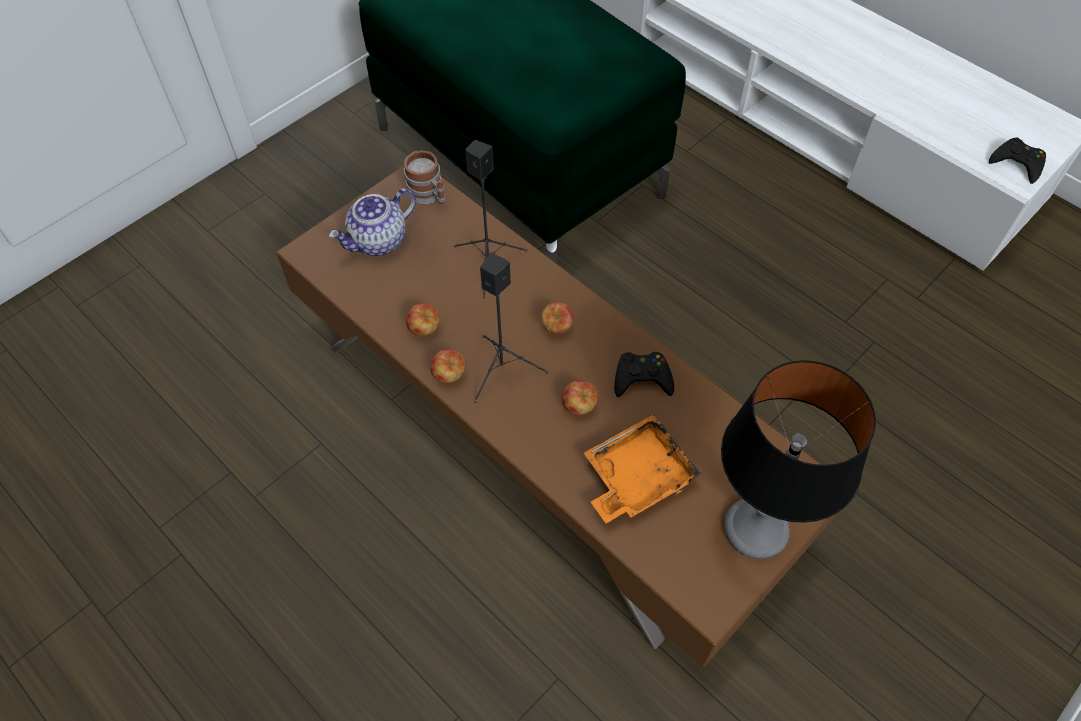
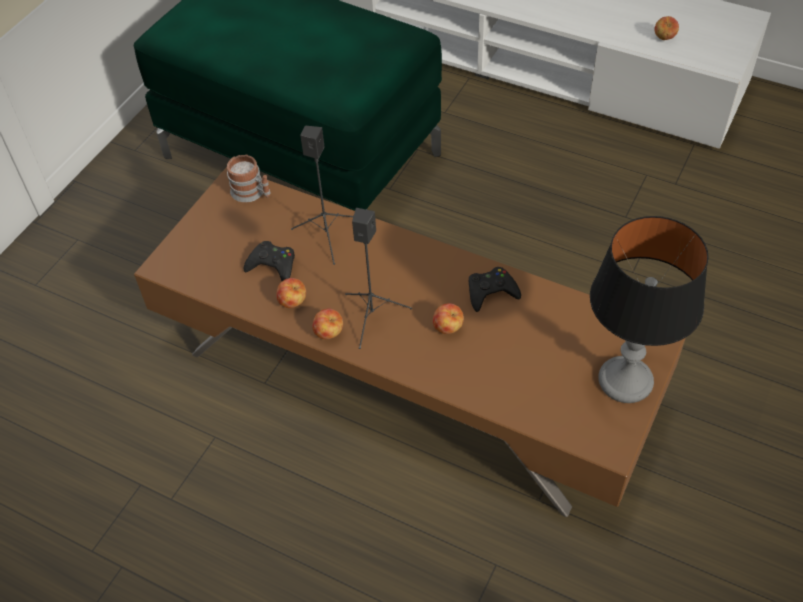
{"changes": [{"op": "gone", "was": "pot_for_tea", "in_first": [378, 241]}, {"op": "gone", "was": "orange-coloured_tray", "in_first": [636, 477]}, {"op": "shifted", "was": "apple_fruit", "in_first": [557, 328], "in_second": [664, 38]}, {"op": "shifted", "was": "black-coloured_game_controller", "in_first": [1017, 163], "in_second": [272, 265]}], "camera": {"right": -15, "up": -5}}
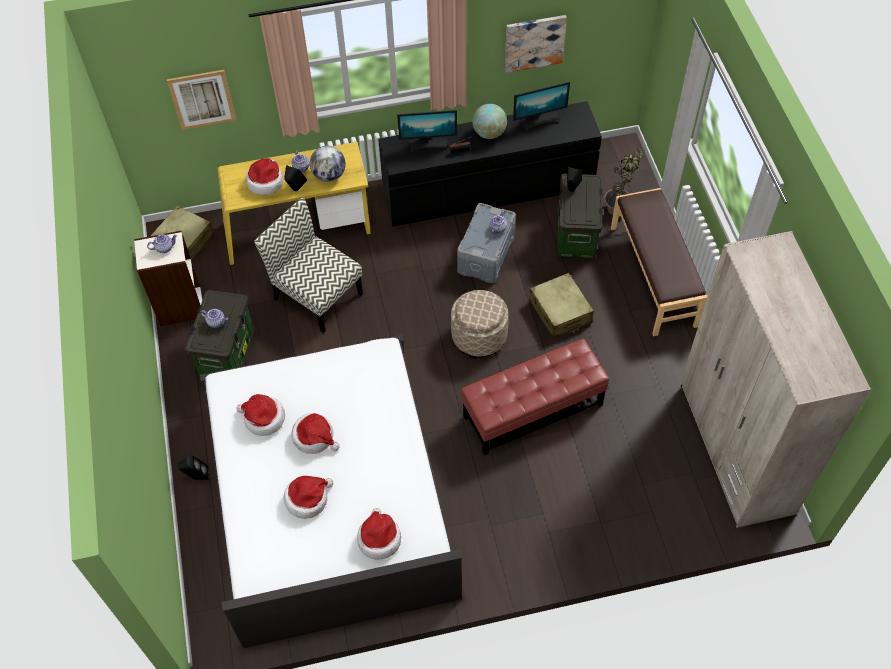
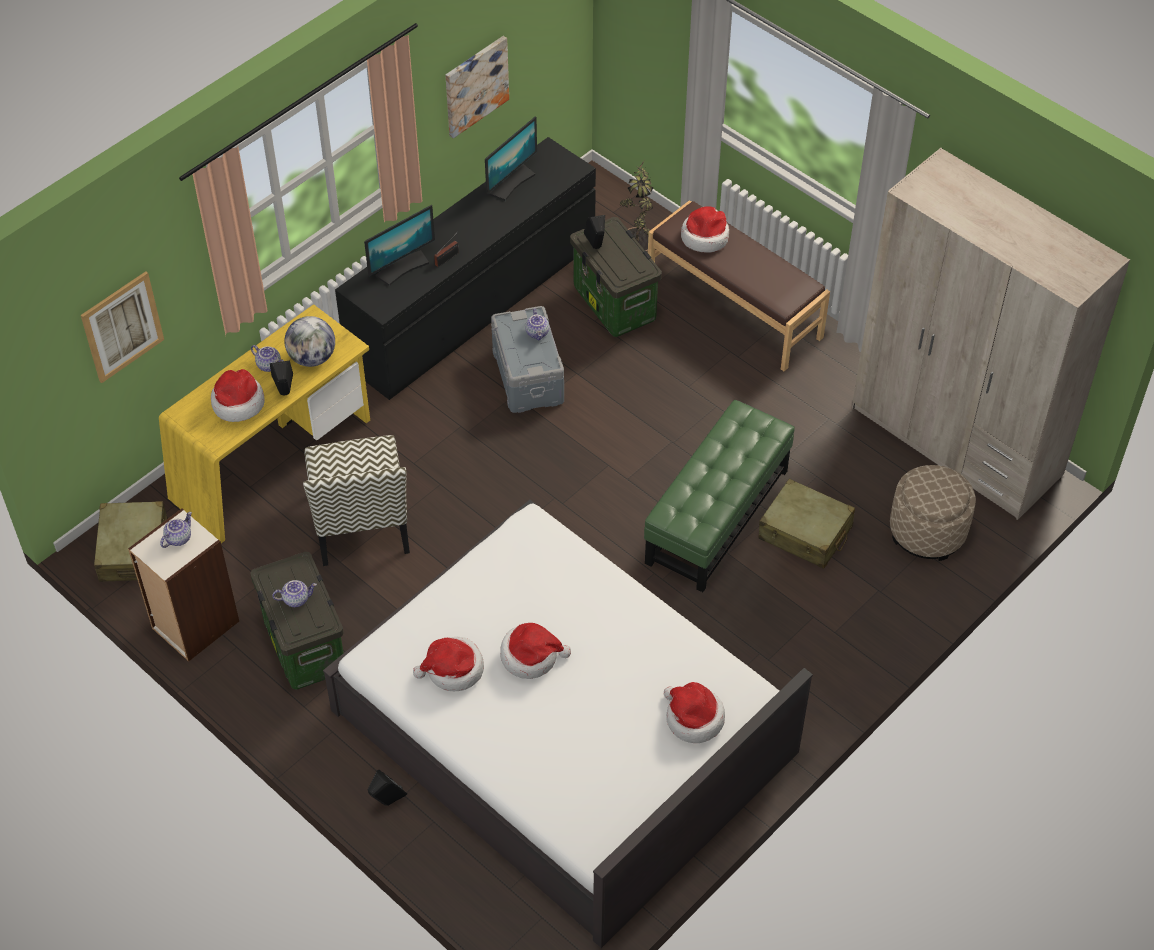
{"changes": [{"op": "gone", "was": "globe", "in_first": [489, 133]}, {"op": "shifted", "was": "wearable_hat", "in_first": [308, 499], "in_second": [705, 237]}, {"op": "shifted", "was": "beige_footrest", "in_first": [479, 336], "in_second": [927, 531]}, {"op": "shifted", "was": "beige_piece_of_luggage", "in_first": [560, 312], "in_second": [805, 533]}, {"op": "repainted", "was": "reddish_footrest", "now": "green_footrest", "in_first": [532, 410], "in_second": [716, 516]}, {"op": "rotated", "was": "plain_chair", "in_first": [316, 295], "in_second": [361, 523], "clockwise": -105}], "camera": {"right": -35, "up": -5}}
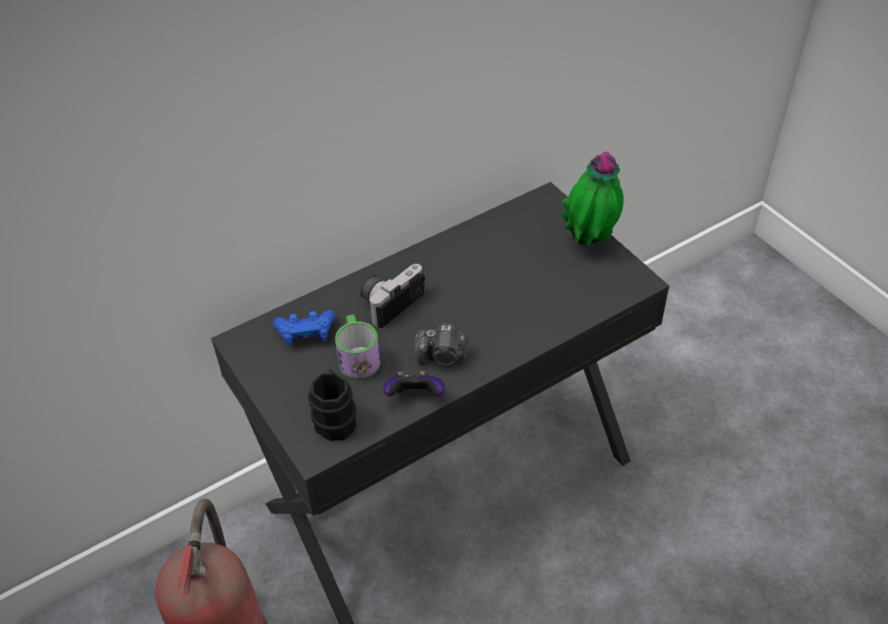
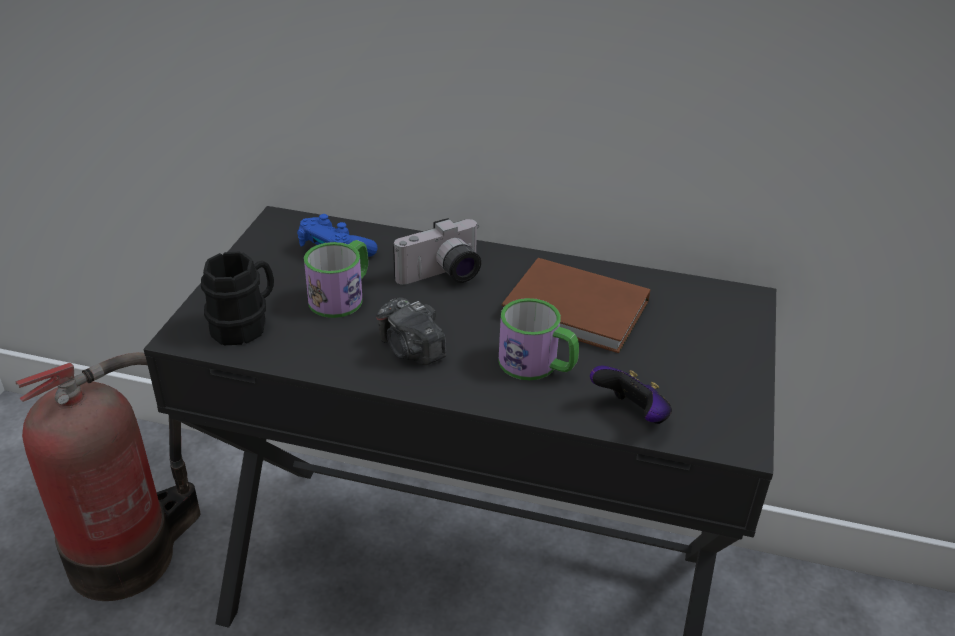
{"changes": [{"op": "gone", "was": "potted_plant", "in_first": [590, 243]}, {"op": "new", "now": "coffee_mug", "in_second": [537, 365]}, {"op": "new", "now": "brownish_book", "in_second": [578, 311]}, {"op": "shifted", "was": "game_controller", "in_first": [415, 397], "in_second": [631, 415]}, {"op": "rotated", "was": "still_camera", "in_first": [390, 302], "in_second": [442, 276], "clockwise": 150}], "camera": {"right": 45, "up": -10}}
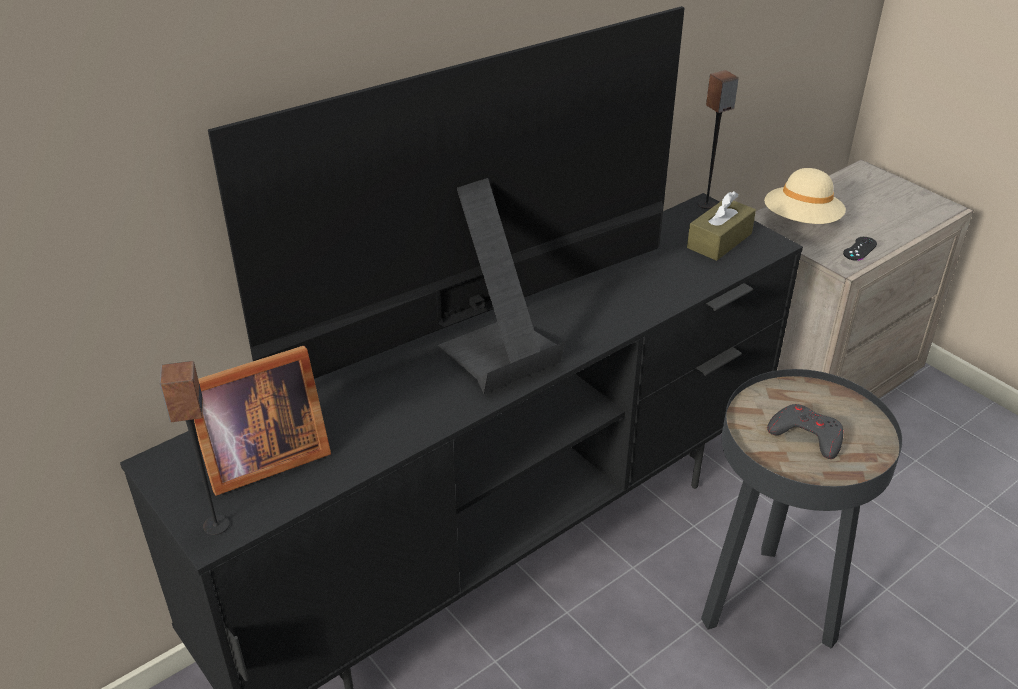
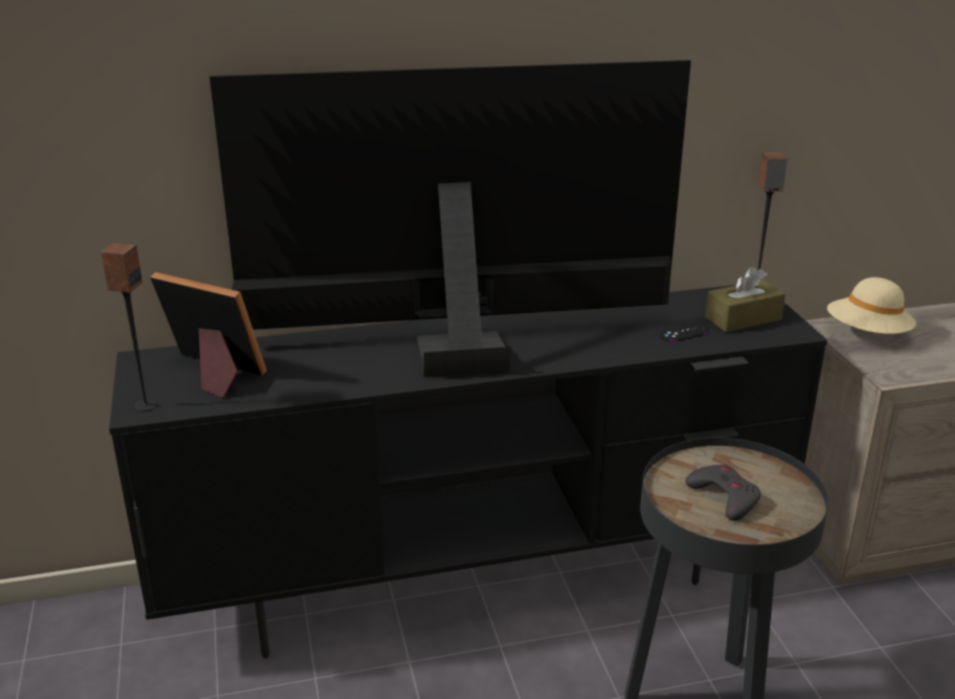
{"changes": [{"op": "shifted", "was": "black-coloured_game_controller", "in_first": [860, 249], "in_second": [683, 333]}, {"op": "rotated", "was": "picture_frame", "in_first": [259, 459], "in_second": [213, 374], "clockwise": -150}], "camera": {"right": 25, "up": -10}}
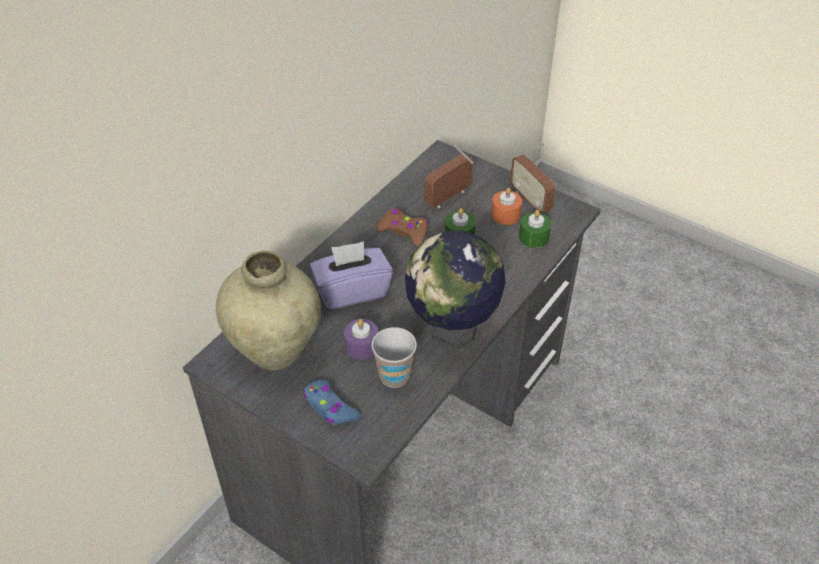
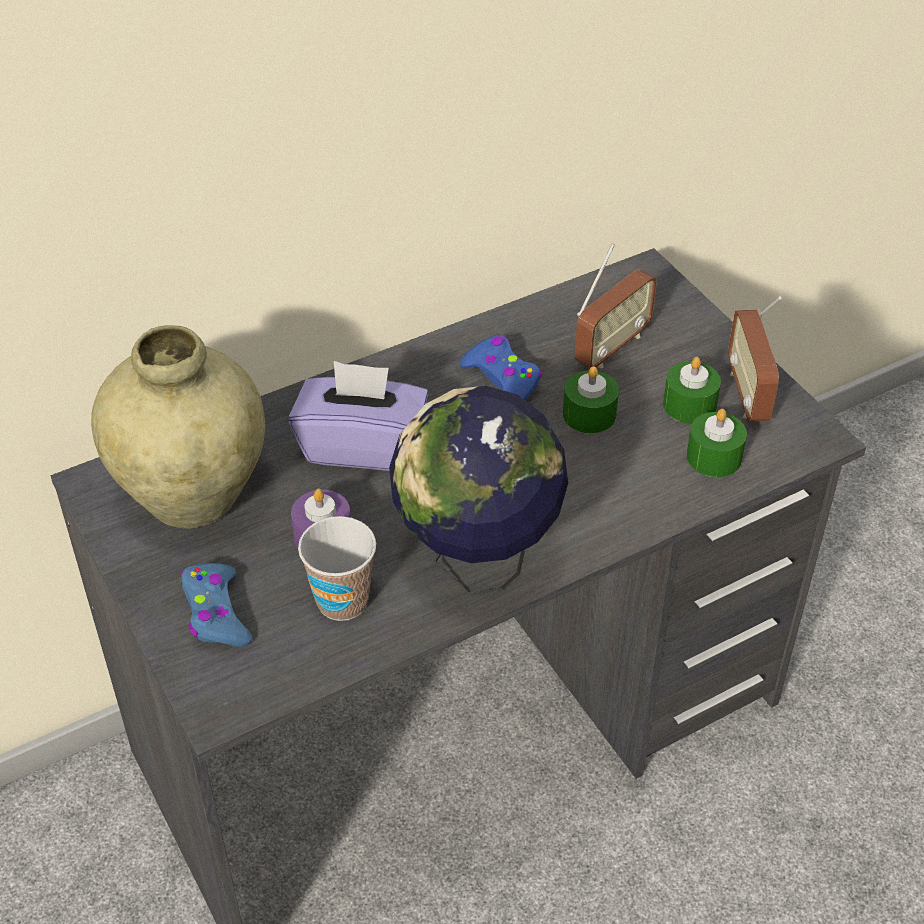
{"changes": [{"op": "repainted", "was": "brownish_game_controller", "now": "blue-coloured_game_controller", "in_first": [403, 232], "in_second": [503, 380]}, {"op": "repainted", "was": "orange-coloured_candle", "now": "green_candle", "in_first": [505, 215], "in_second": [689, 405]}, {"op": "rotated", "was": "radio_receiver", "in_first": [448, 197], "in_second": [611, 347], "clockwise": 150}], "camera": {"right": 25, "up": 0}}
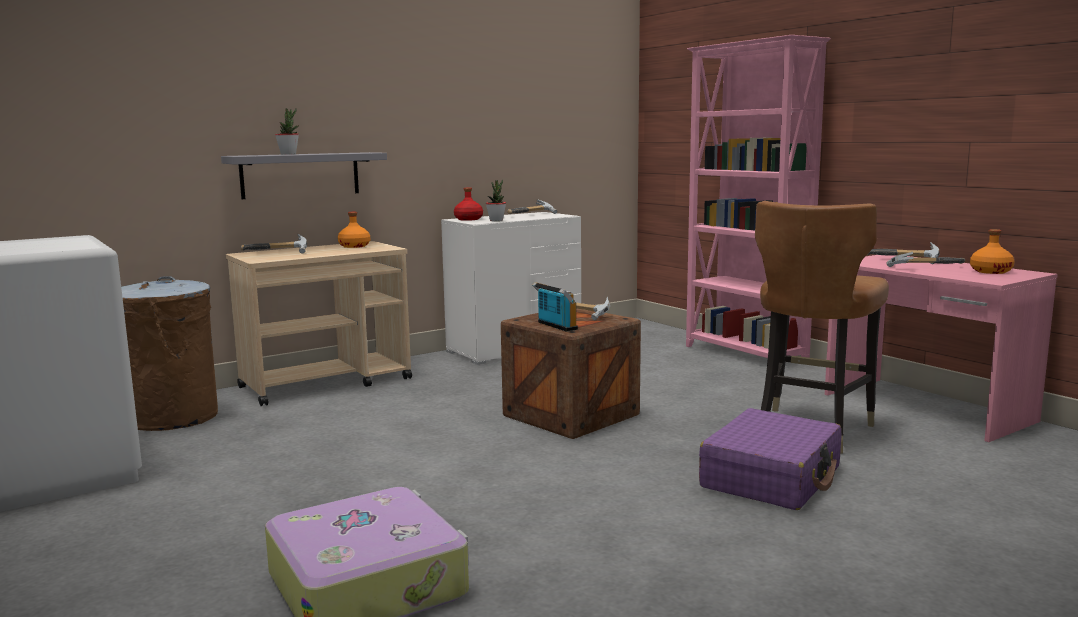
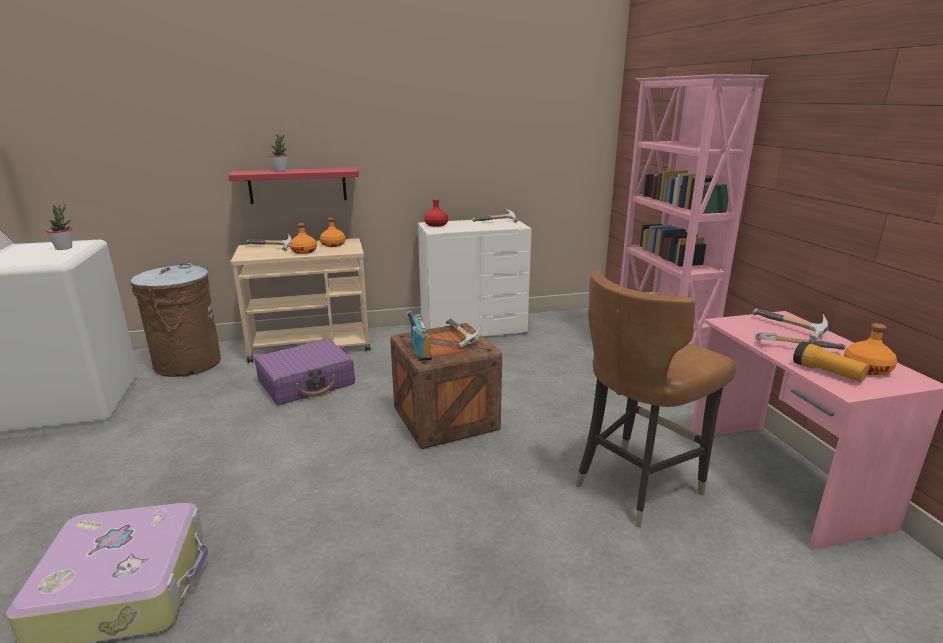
{"changes": [{"op": "new", "now": "orange-coloured_bottle", "in_second": [304, 251]}, {"op": "new", "now": "torch", "in_second": [827, 372]}, {"op": "shifted", "was": "potted_plant", "in_first": [496, 220], "in_second": [64, 248]}, {"op": "shifted", "was": "purple_piece_of_luggage", "in_first": [771, 477], "in_second": [307, 383]}, {"op": "repainted", "was": "greyish_shelf", "now": "reddish_shelf", "in_first": [300, 175], "in_second": [298, 185]}], "camera": {"right": 20, "up": 10}}
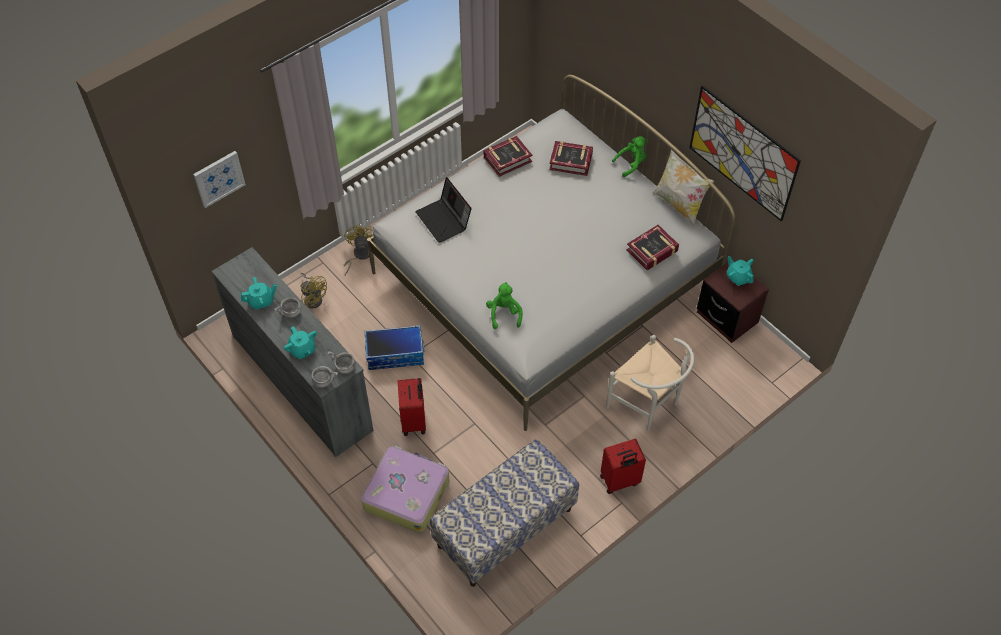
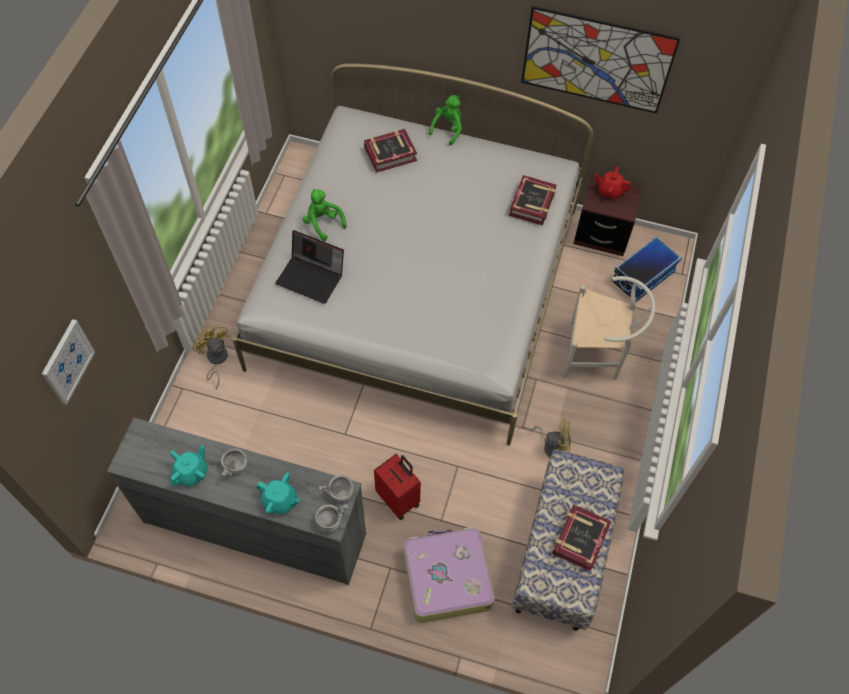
{"changes": [{"op": "gone", "was": "reddish_piece_of_luggage", "in_first": [620, 481]}, {"op": "gone", "was": "pillow", "in_first": [679, 204]}, {"op": "shifted", "was": "yellow_cooling_fan", "in_first": [313, 298], "in_second": [551, 445]}, {"op": "shifted", "was": "storage_box", "in_first": [395, 354], "in_second": [642, 276]}, {"op": "shifted", "was": "book", "in_first": [507, 159], "in_second": [579, 539]}, {"op": "shifted", "was": "green_soft_toy", "in_first": [504, 314], "in_second": [323, 223]}, {"op": "repainted", "was": "turquoise_pot_for_tea", "now": "reddish_pot_for_tea", "in_first": [738, 277], "in_second": [610, 190]}], "camera": {"right": -35, "up": 5}}
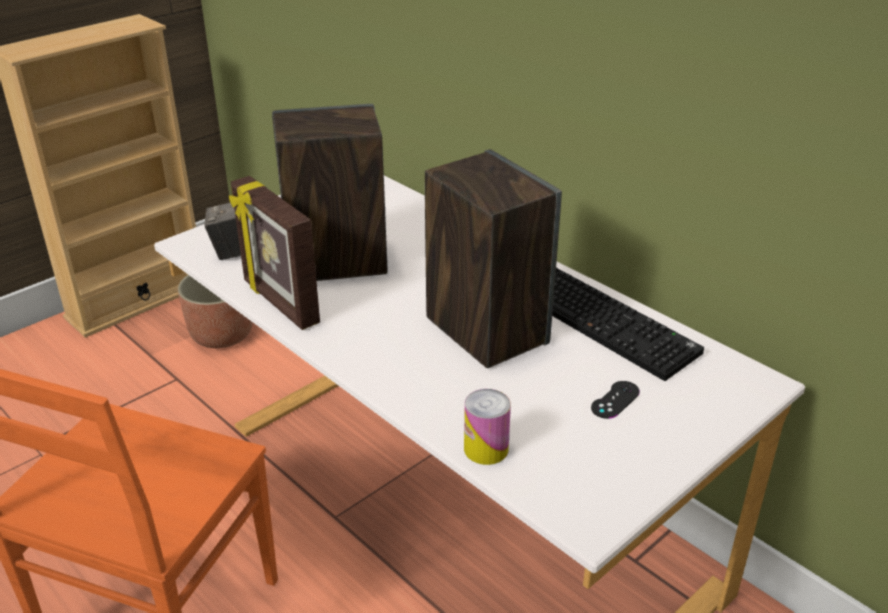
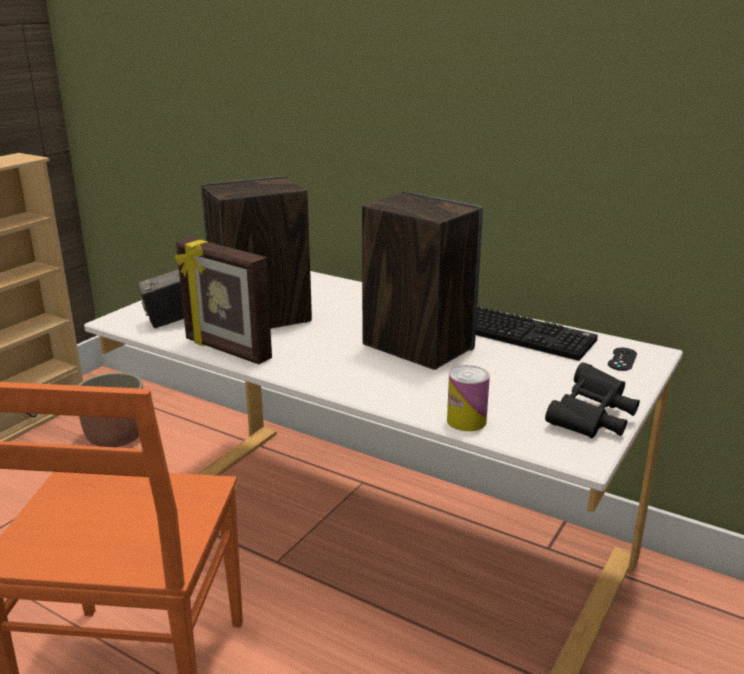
{"changes": [{"op": "new", "now": "black-coloured_binoculars", "in_second": [592, 420]}, {"op": "shifted", "was": "black-coloured_game_controller", "in_first": [615, 400], "in_second": [622, 359]}], "camera": {"right": -15, "up": -10}}
